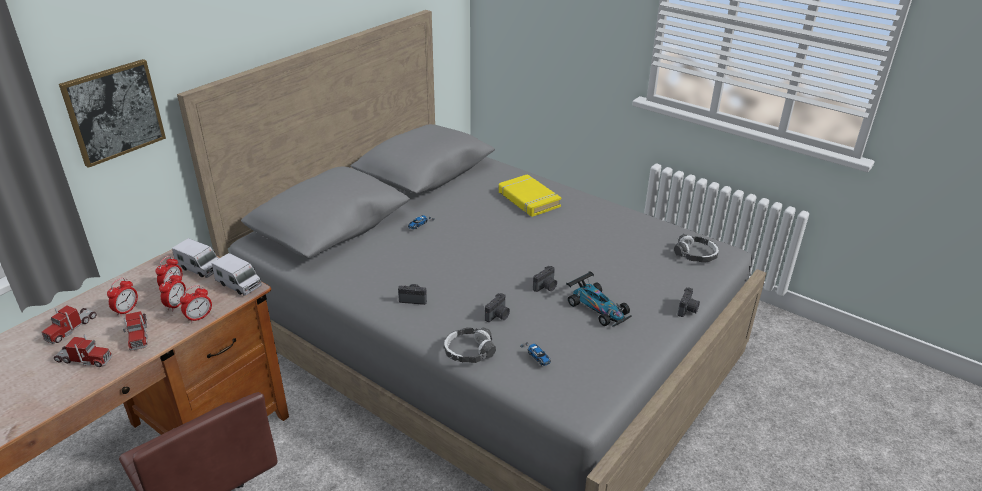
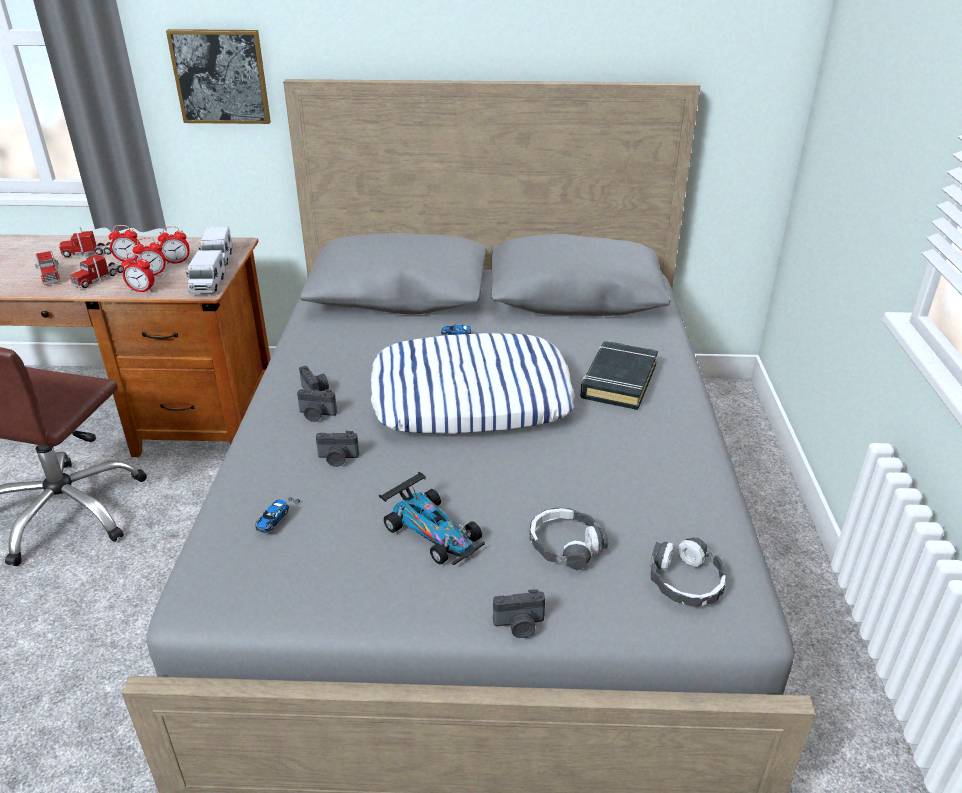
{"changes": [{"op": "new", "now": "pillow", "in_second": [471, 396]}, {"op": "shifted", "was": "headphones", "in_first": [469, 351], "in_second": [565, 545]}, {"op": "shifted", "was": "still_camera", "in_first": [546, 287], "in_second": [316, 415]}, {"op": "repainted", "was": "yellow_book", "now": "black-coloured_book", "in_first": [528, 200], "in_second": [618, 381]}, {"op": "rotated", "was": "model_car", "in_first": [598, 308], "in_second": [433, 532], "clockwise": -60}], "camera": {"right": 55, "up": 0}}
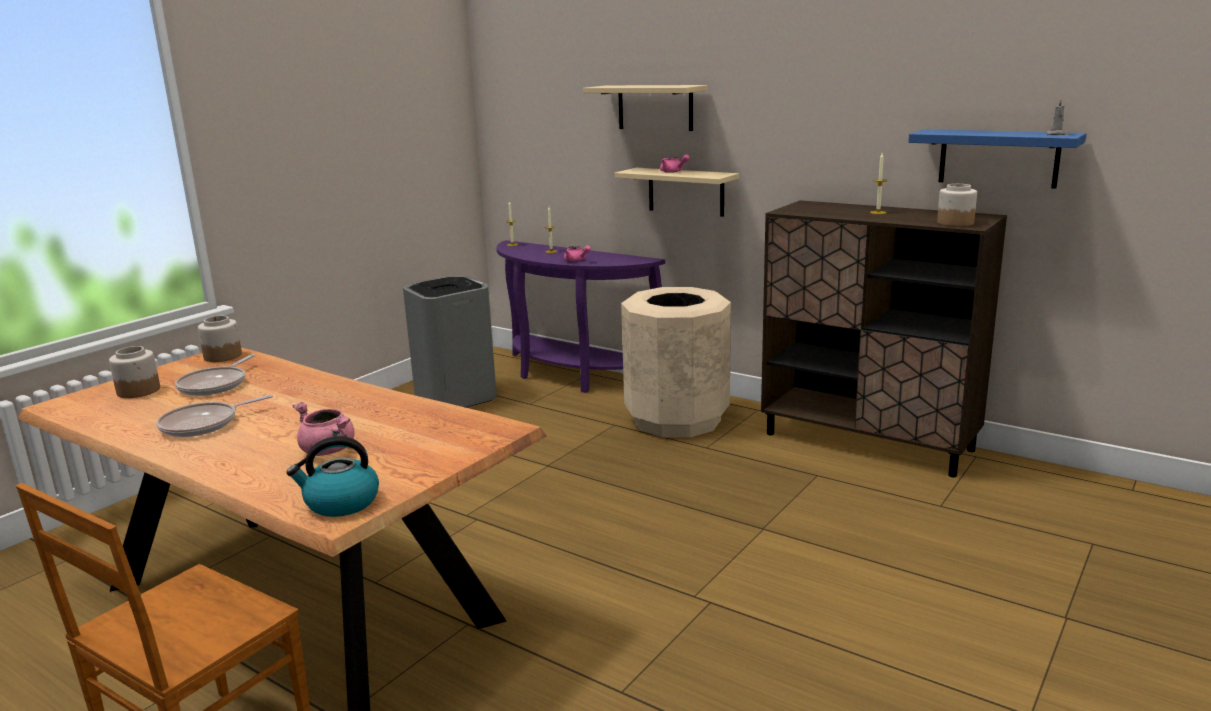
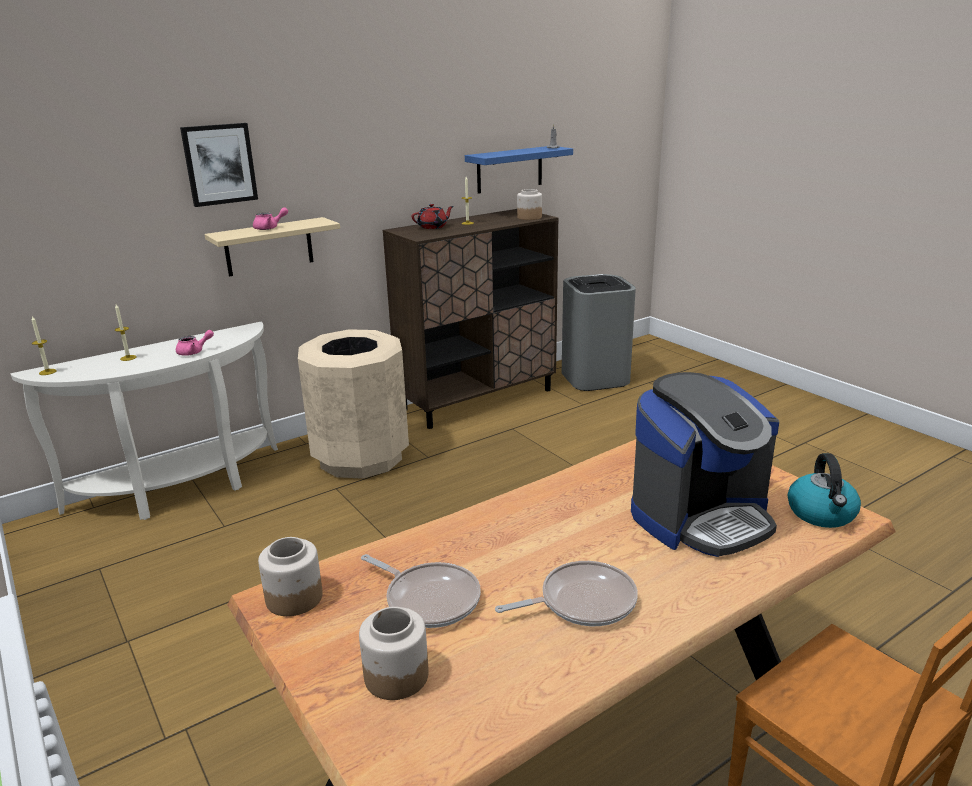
{"changes": [{"op": "new", "now": "reddish_pot_for_tea", "in_second": [433, 227]}, {"op": "shifted", "was": "greyish_trash_can", "in_first": [456, 396], "in_second": [594, 378]}, {"op": "swapped", "was": "pinkish_stockpot", "now": "coffee_machine", "in_first": [329, 451], "in_second": [701, 517]}, {"op": "swapped", "was": "beige_shelf", "now": "picture", "in_first": [655, 107], "in_second": [219, 164]}, {"op": "repainted", "was": "purple_hall_table", "now": "white-coloured_hall_table", "in_first": [570, 376], "in_second": [182, 489]}, {"op": "rotated", "was": "skillet", "in_first": [204, 424], "in_second": [582, 601], "clockwise": -90}], "camera": {"right": -70, "up": 5}}
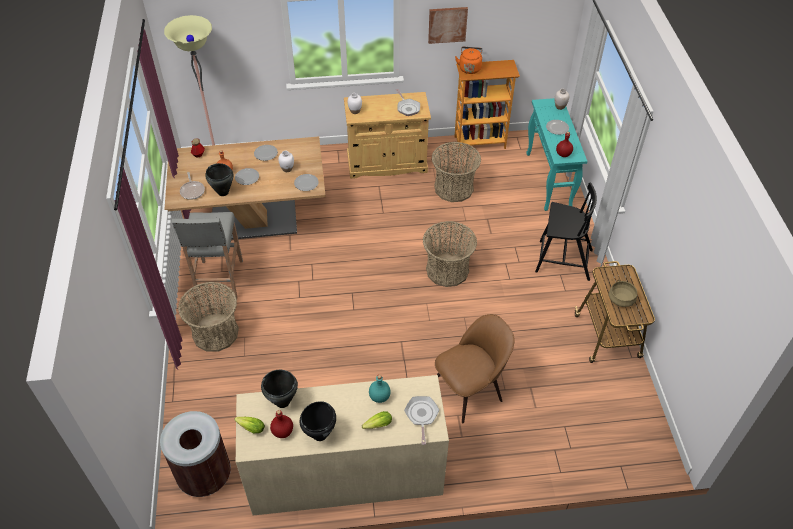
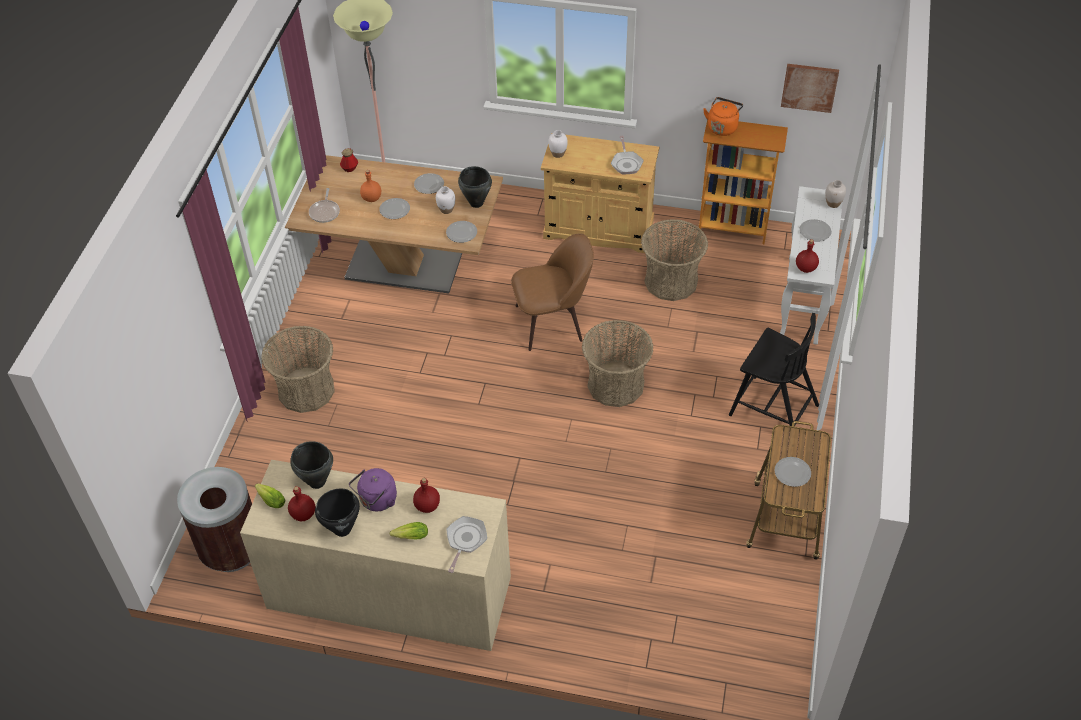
{"changes": [{"op": "gone", "was": "greyish_stool", "in_first": [219, 281]}, {"op": "new", "now": "purple_kettle", "in_second": [376, 501]}, {"op": "shifted", "was": "black-coloured_stockpot", "in_first": [223, 192], "in_second": [476, 203]}, {"op": "shifted", "was": "picture", "in_first": [447, 24], "in_second": [809, 87]}, {"op": "shifted", "was": "brownish_plain_chair", "in_first": [469, 390], "in_second": [552, 322]}, {"op": "swapped", "was": "beige_stockpot", "now": "flat_dish", "in_first": [621, 299], "in_second": [793, 473]}, {"op": "repainted", "was": "turquoise_bottle", "now": "reddish_bottle", "in_first": [380, 397], "in_second": [427, 506]}, {"op": "repainted", "was": "turquoise_hall_table", "now": "white-coloured_hall_table", "in_first": [548, 181], "in_second": [803, 300]}], "camera": {"right": 20, "up": 0}}
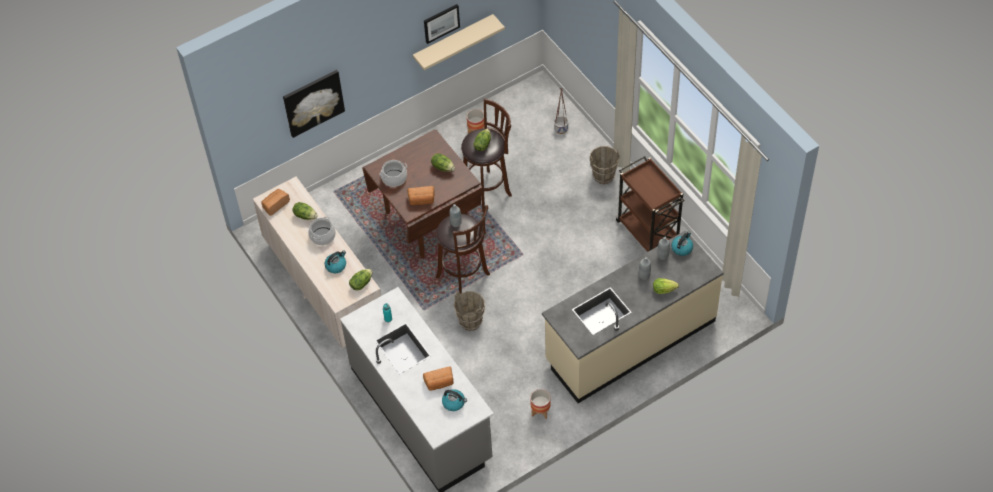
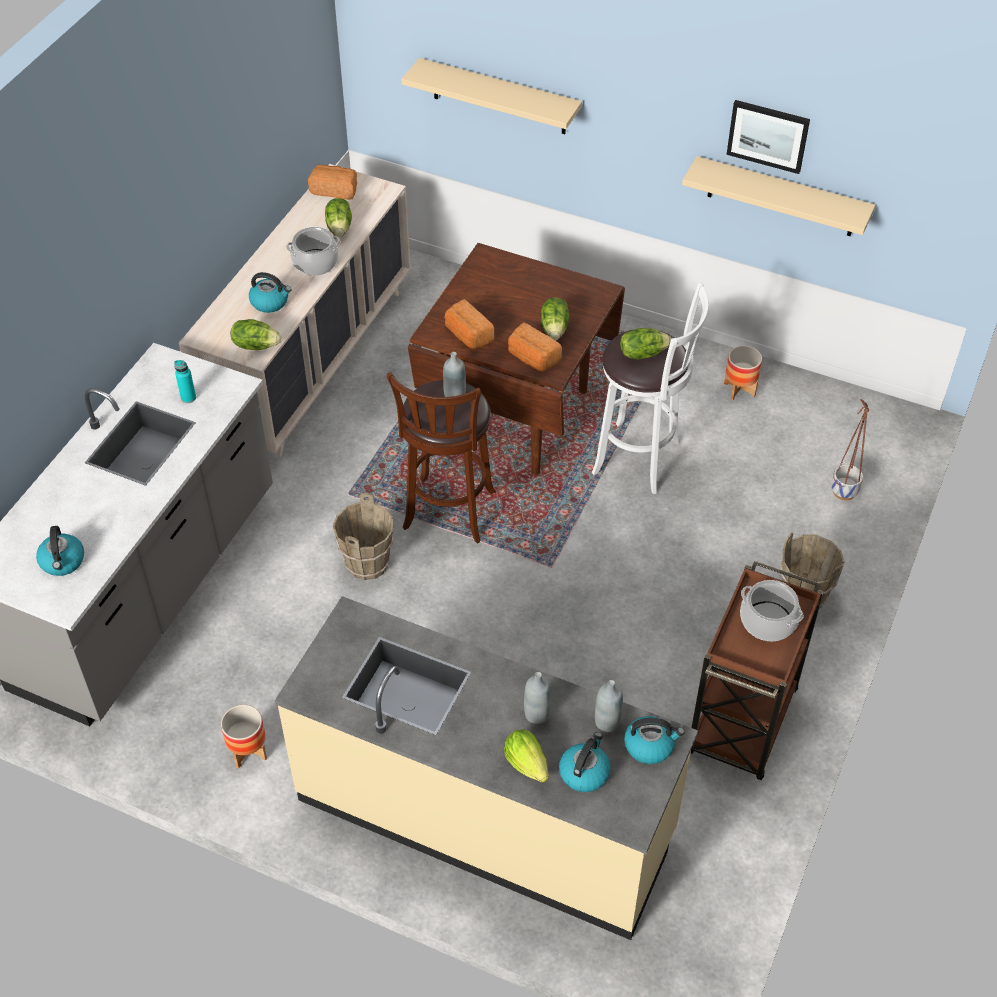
{"changes": [{"op": "new", "now": "kettle", "in_second": [584, 772]}, {"op": "shifted", "was": "stockpot", "in_first": [394, 178], "in_second": [768, 621]}, {"op": "shifted", "was": "baked_bread", "in_first": [439, 383], "in_second": [532, 358]}, {"op": "swapped", "was": "picture", "now": "beige_shelf", "in_first": [313, 102], "in_second": [499, 97]}, {"op": "repainted", "was": "brownish_stool", "now": "white-coloured_stool", "in_first": [488, 190], "in_second": [641, 459]}], "camera": {"right": 55, "up": -5}}
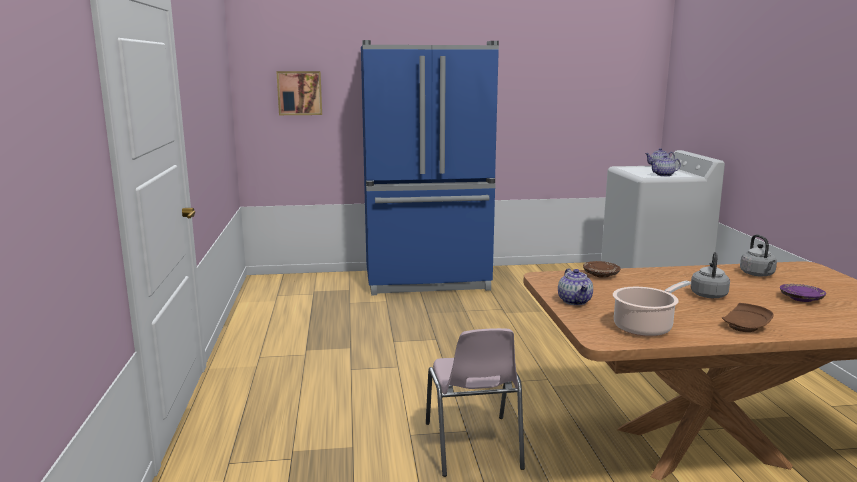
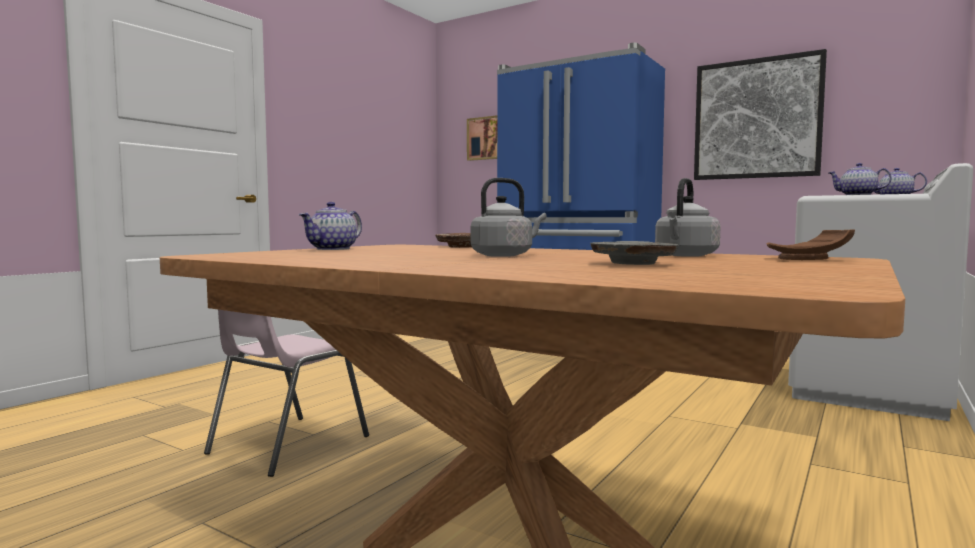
{"changes": [{"op": "gone", "was": "stockpot", "in_first": [645, 327]}, {"op": "new", "now": "picture", "in_second": [756, 119]}, {"op": "shifted", "was": "brownish_flat_dish", "in_first": [745, 327], "in_second": [809, 259]}, {"op": "repainted", "was": "purple_flat_dish", "now": "greyish_flat_dish", "in_first": [800, 299], "in_second": [632, 263]}], "camera": {"right": 40, "up": -10}}
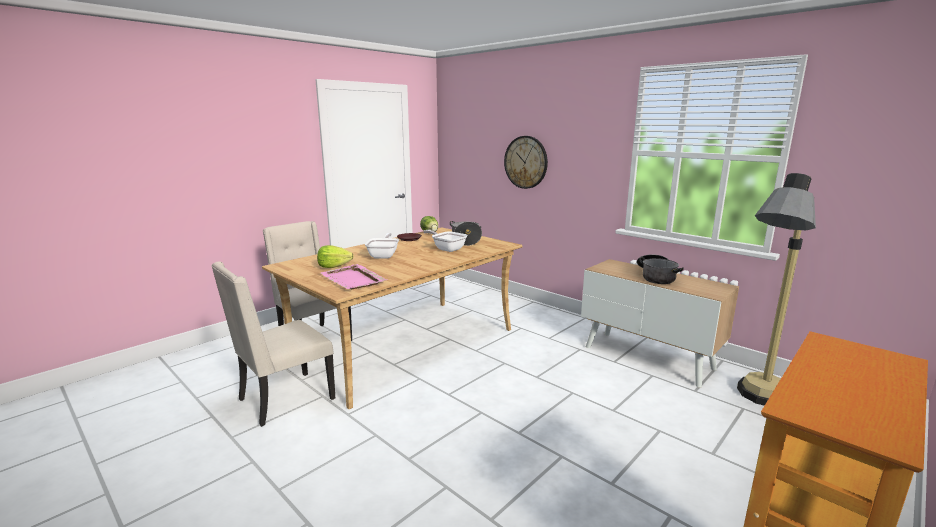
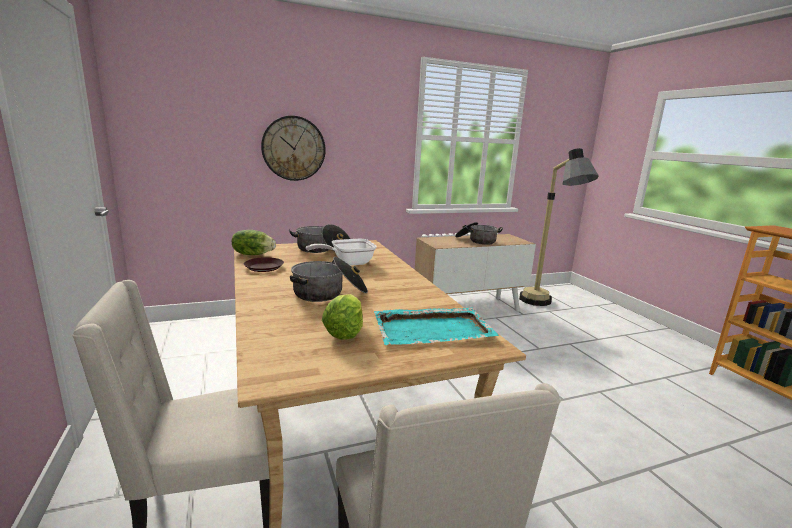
{"changes": [{"op": "swapped", "was": "skillet", "now": "stockpot", "in_first": [384, 255], "in_second": [329, 293]}, {"op": "repainted", "was": "pinkish_tray", "now": "turquoise_tray", "in_first": [353, 279], "in_second": [434, 329]}], "camera": {"right": -65, "up": 0}}
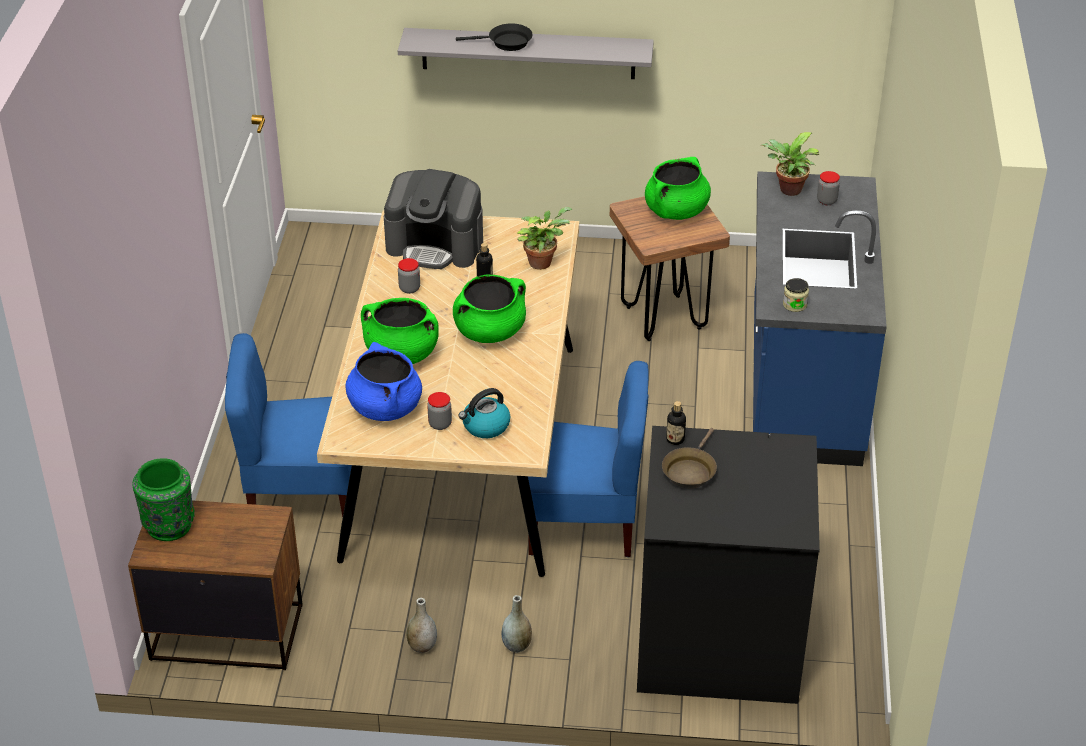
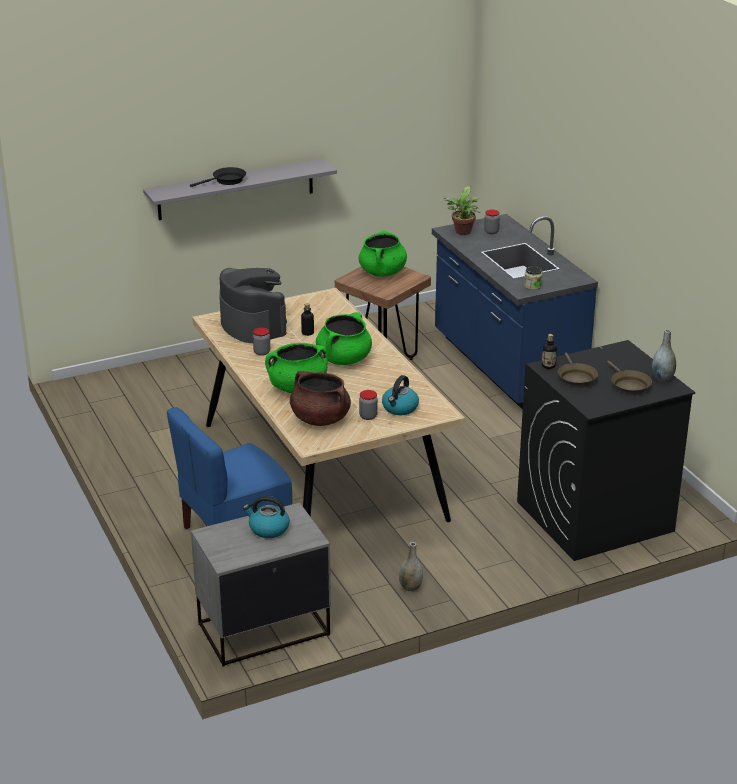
{"changes": [{"op": "gone", "was": "green_decorative_vase", "in_first": [169, 524]}, {"op": "gone", "was": "potted_plant", "in_first": [542, 261]}, {"op": "gone", "was": "blue-coloured_plain_chair", "in_first": [584, 523]}, {"op": "new", "now": "kettle", "in_second": [268, 529]}, {"op": "new", "now": "brownish_skillet", "in_second": [628, 385]}, {"op": "shifted", "was": "greyish_decorative_vase", "in_first": [516, 646], "in_second": [662, 378]}, {"op": "repainted", "was": "brownish_bedside_table", "now": "greyish_bedside_table", "in_first": [226, 631], "in_second": [262, 629]}, {"op": "repainted", "was": "blue-coloured_stockpot", "now": "brownish_stockpot", "in_first": [385, 407], "in_second": [320, 419]}, {"op": "rotated", "was": "coffee_machine", "in_first": [435, 245], "in_second": [253, 325], "clockwise": -105}], "camera": {"right": -30, "up": -10}}
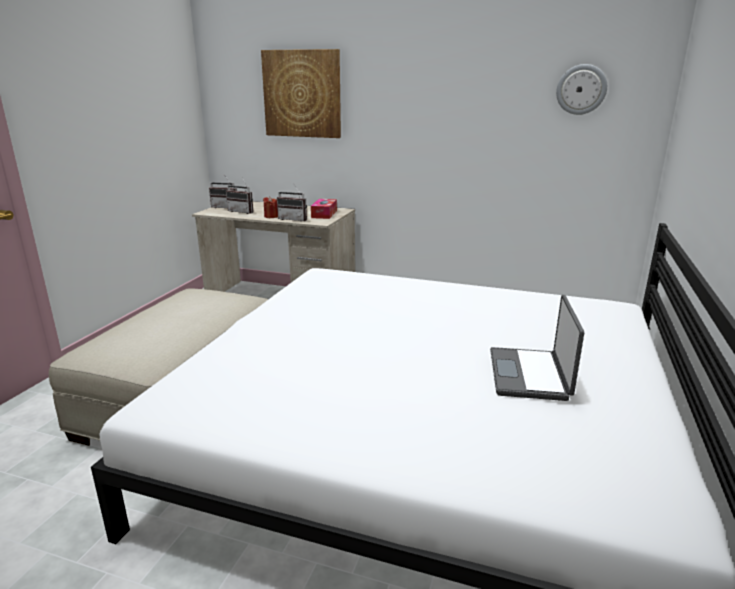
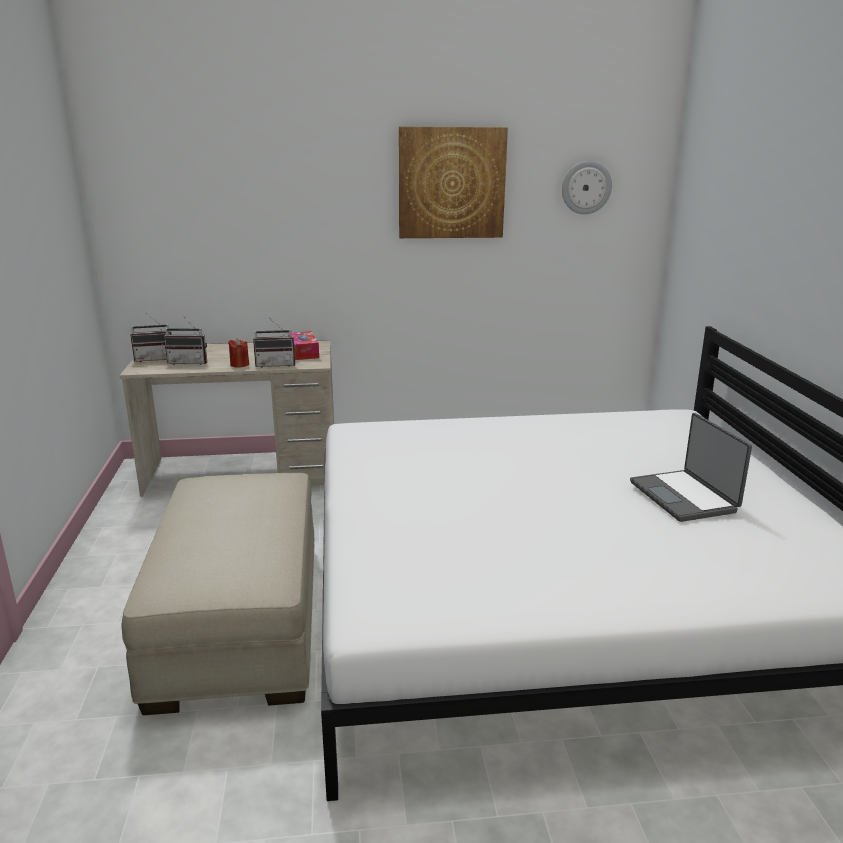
{"changes": [{"op": "shifted", "was": "picture", "in_first": [302, 94], "in_second": [451, 183]}], "camera": {"right": -25, "up": 0}}
